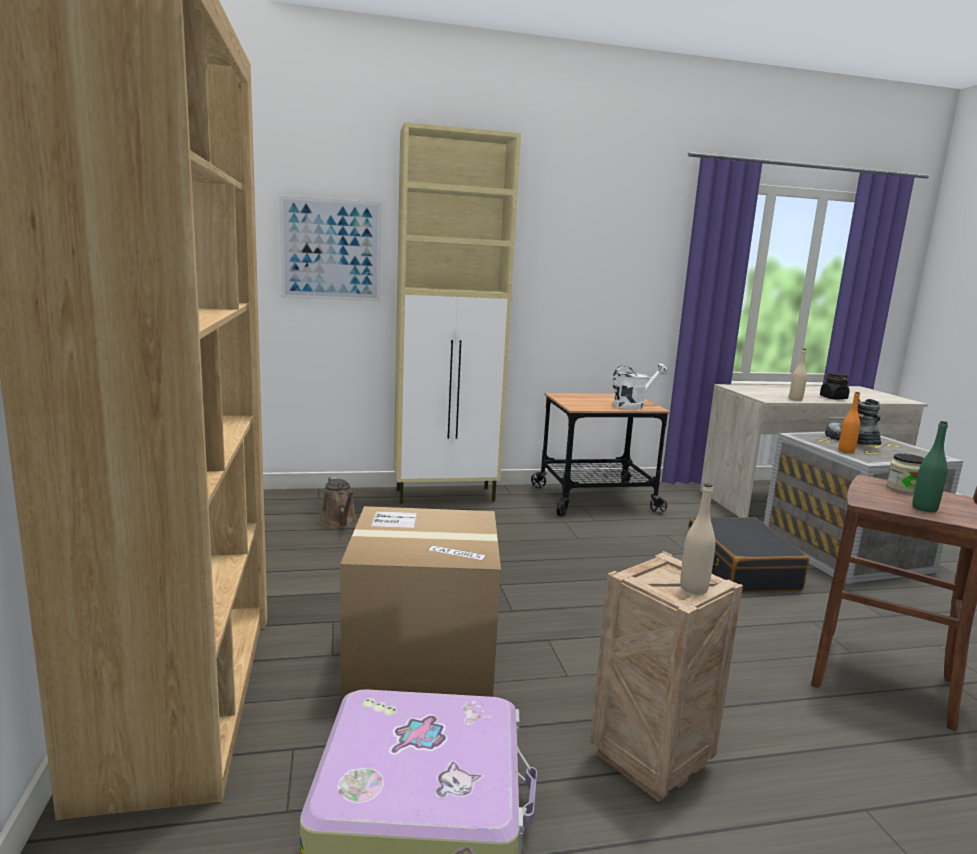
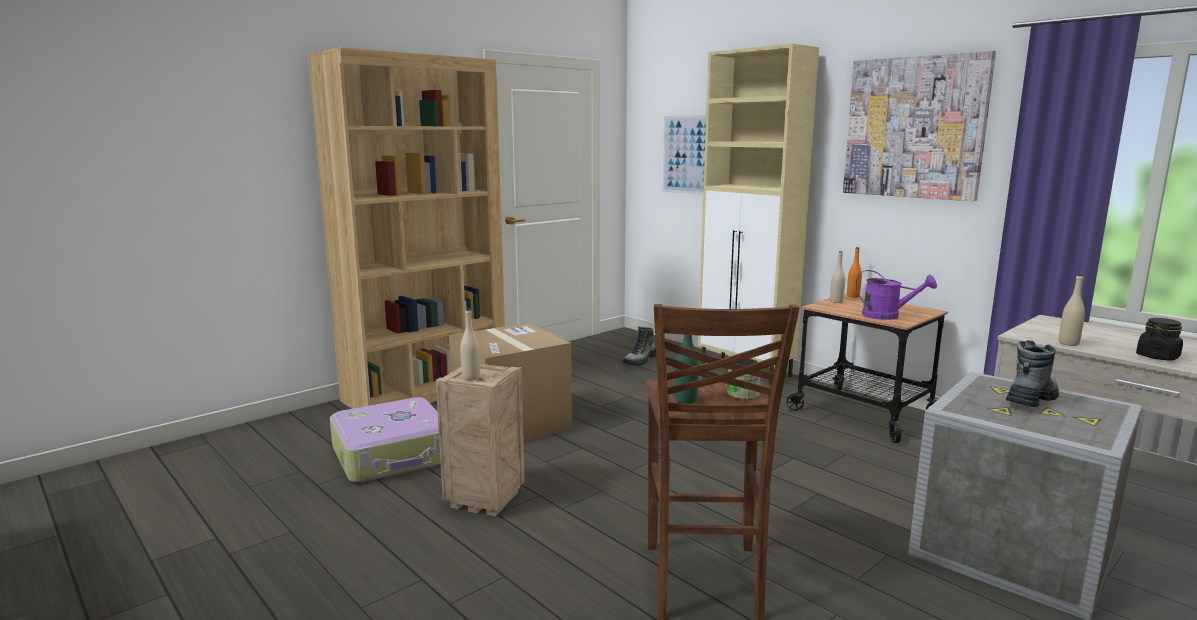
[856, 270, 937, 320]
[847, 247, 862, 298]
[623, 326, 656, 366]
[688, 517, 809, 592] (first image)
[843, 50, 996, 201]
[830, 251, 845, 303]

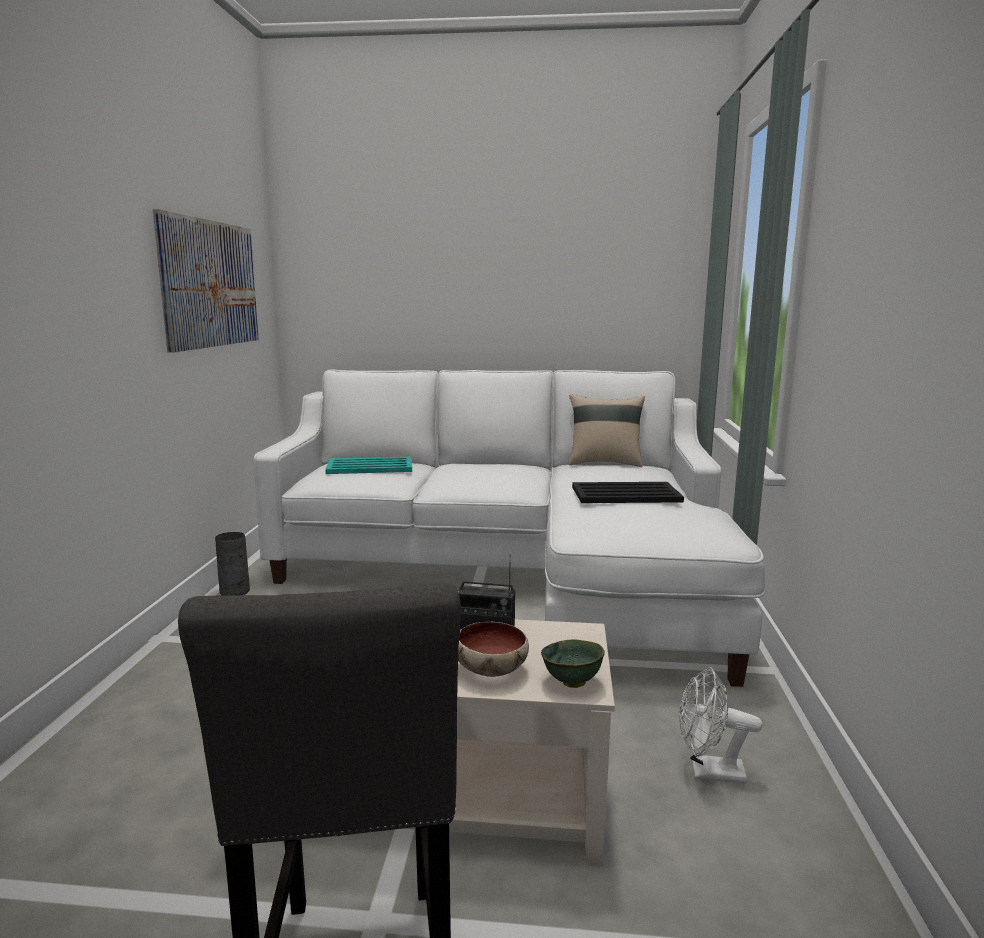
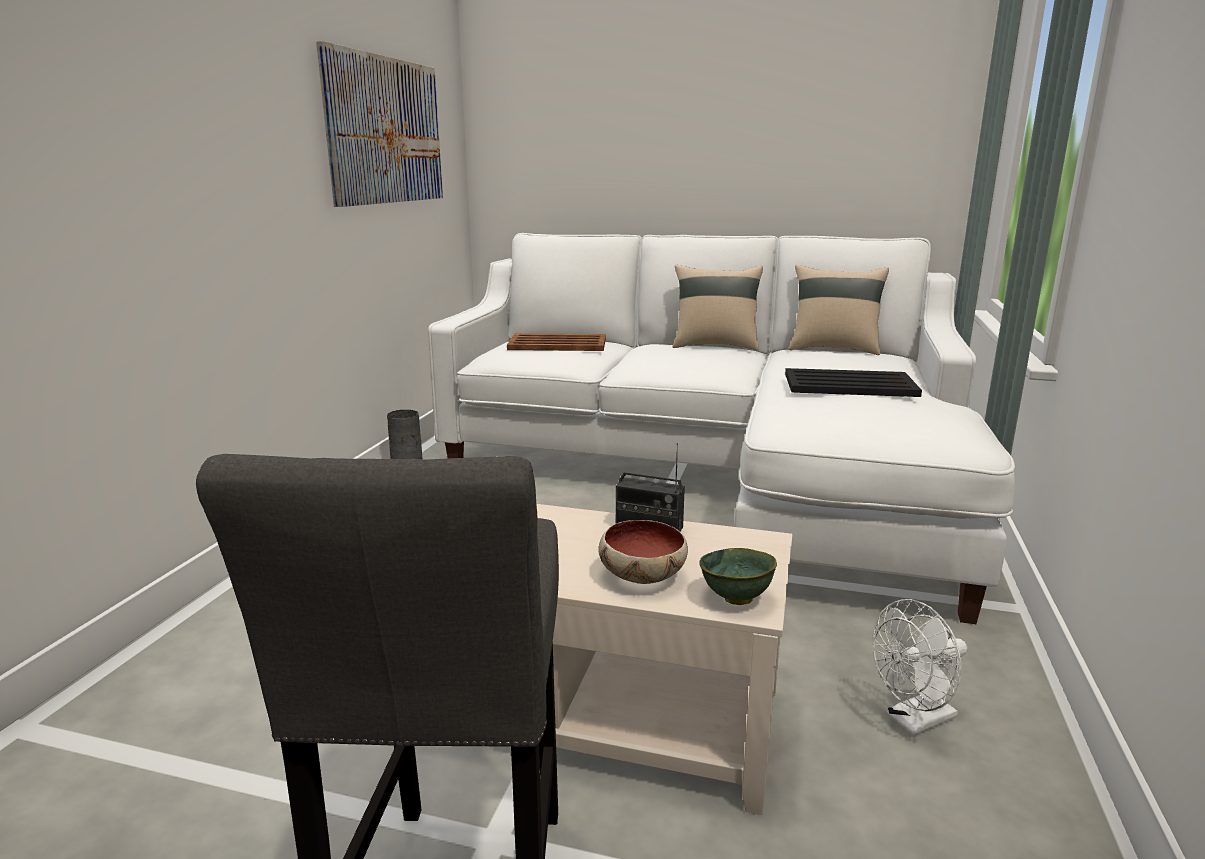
[507, 333, 606, 351]
[873, 599, 967, 736]
[673, 265, 763, 350]

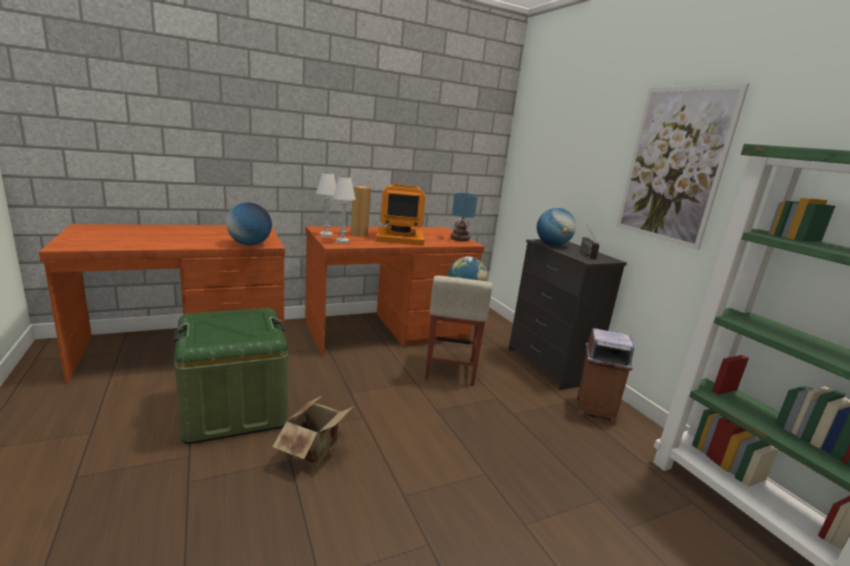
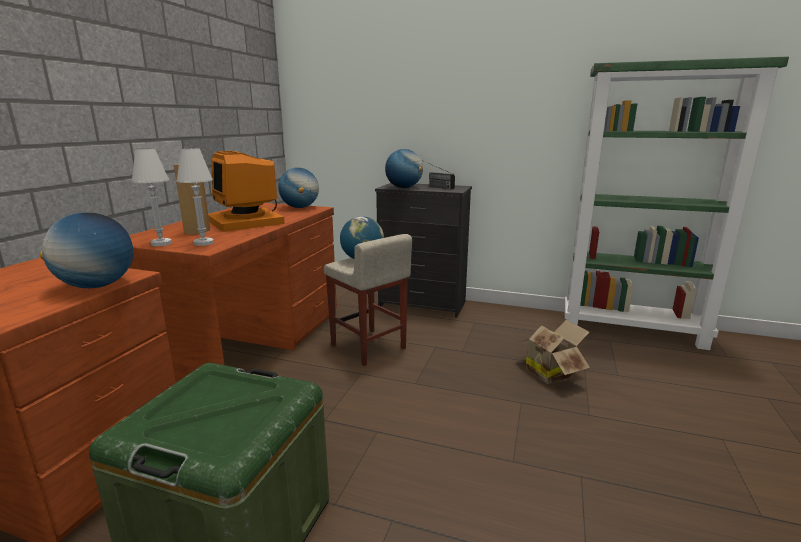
[616, 83, 749, 250] (first image)
[208, 151, 285, 232]
[278, 168, 319, 208]
[577, 328, 634, 424] (first image)
[517, 320, 590, 384]

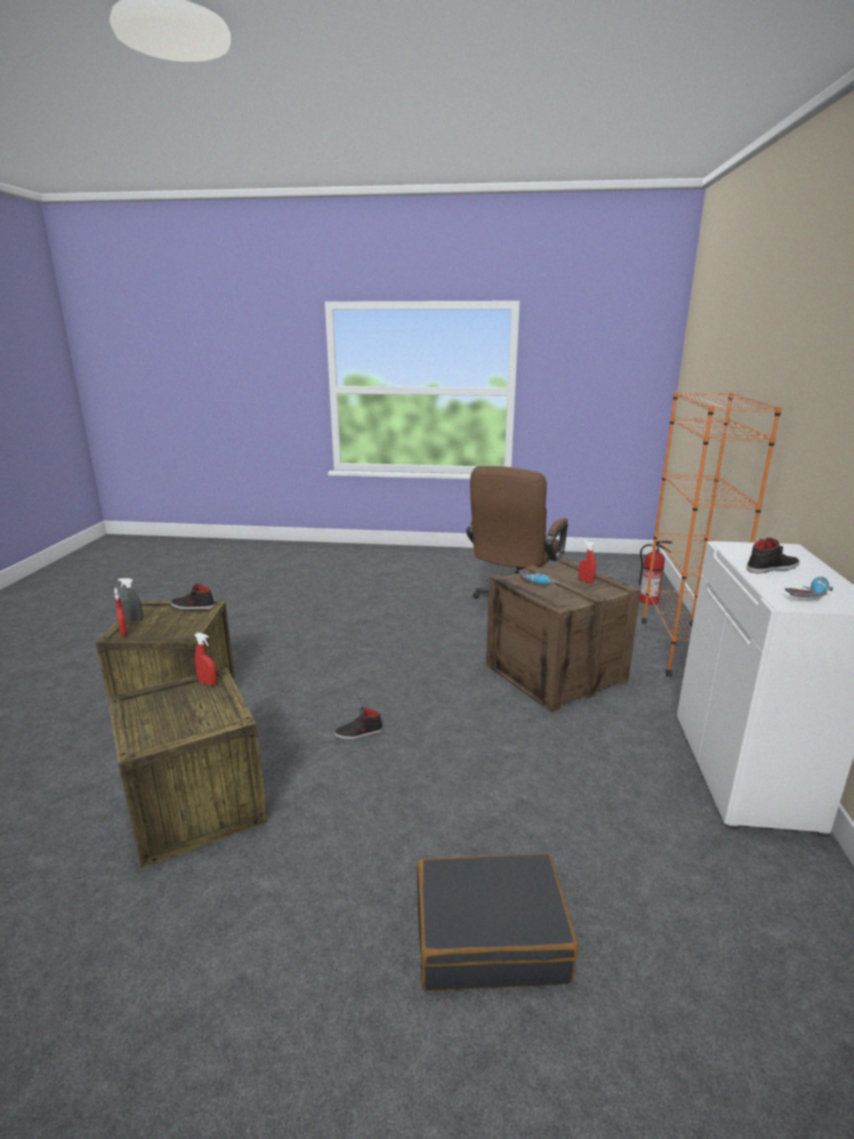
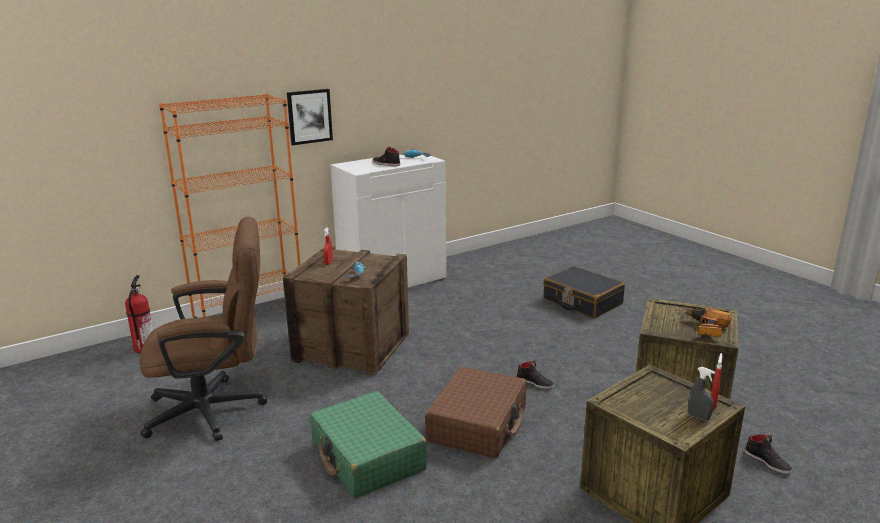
[745, 434, 792, 474]
[195, 633, 217, 686] (first image)
[287, 89, 333, 145]
[677, 308, 732, 337]
[425, 367, 527, 458]
[310, 391, 427, 498]

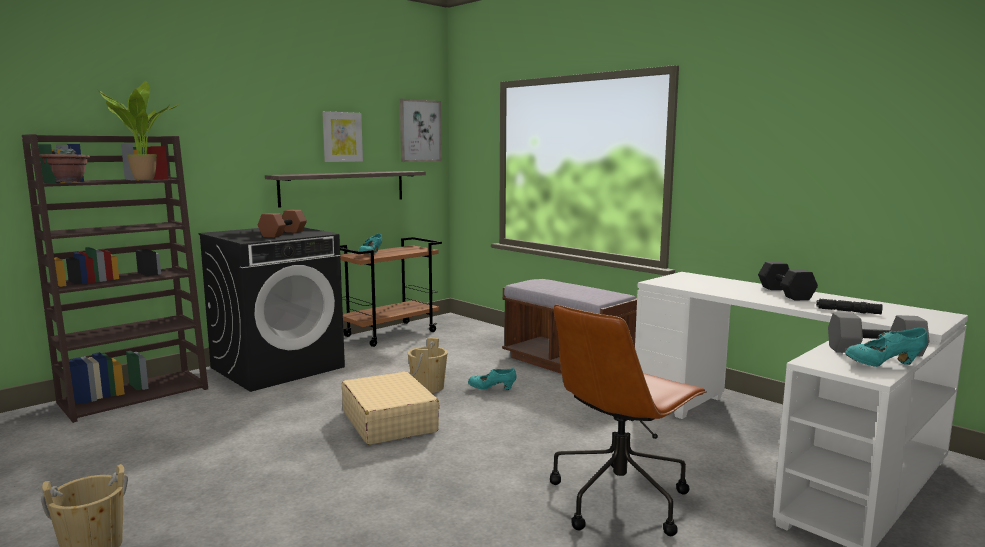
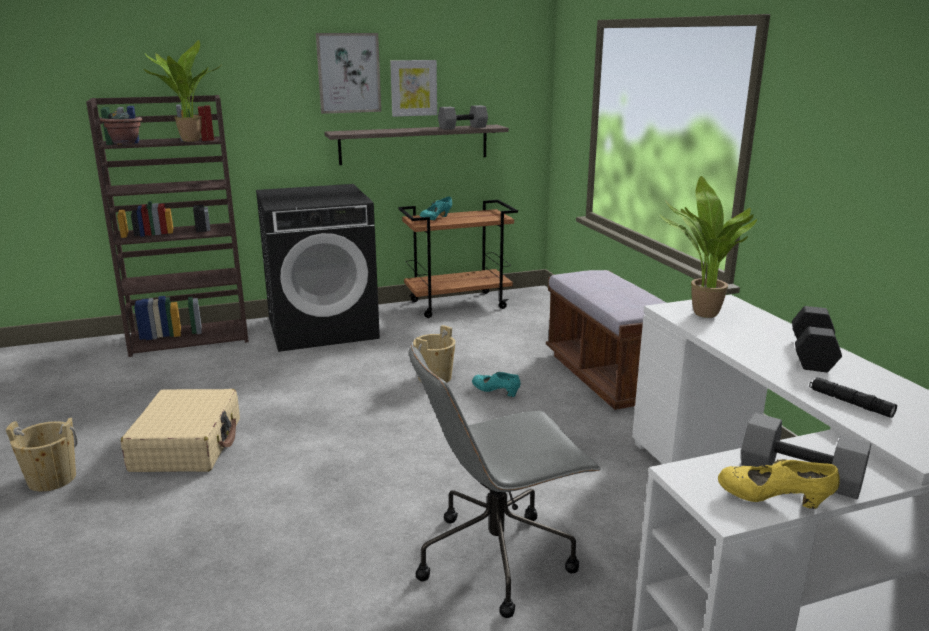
[316, 33, 381, 114]
[258, 210, 307, 237] (first image)
[409, 345, 601, 618]
[718, 459, 840, 509]
[121, 389, 240, 472]
[438, 105, 488, 130]
[660, 176, 757, 318]

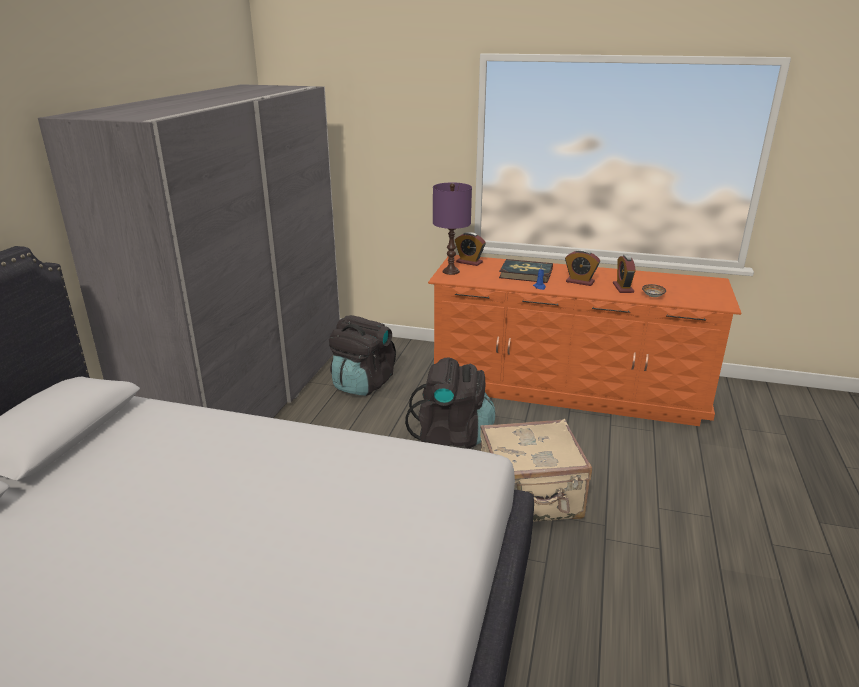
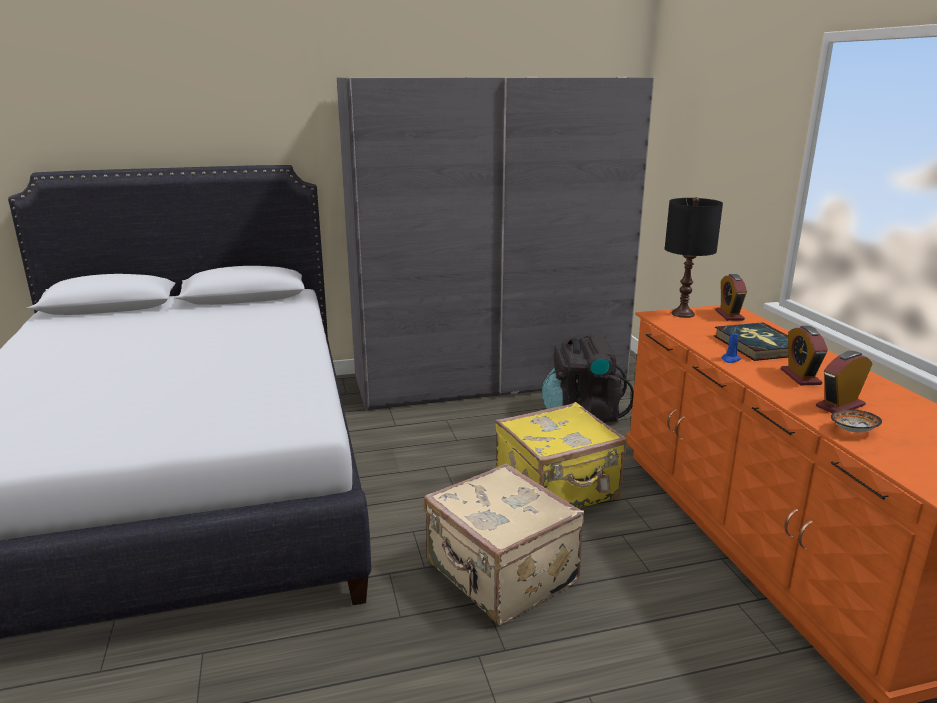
[665, 197, 723, 318]
[495, 402, 627, 508]

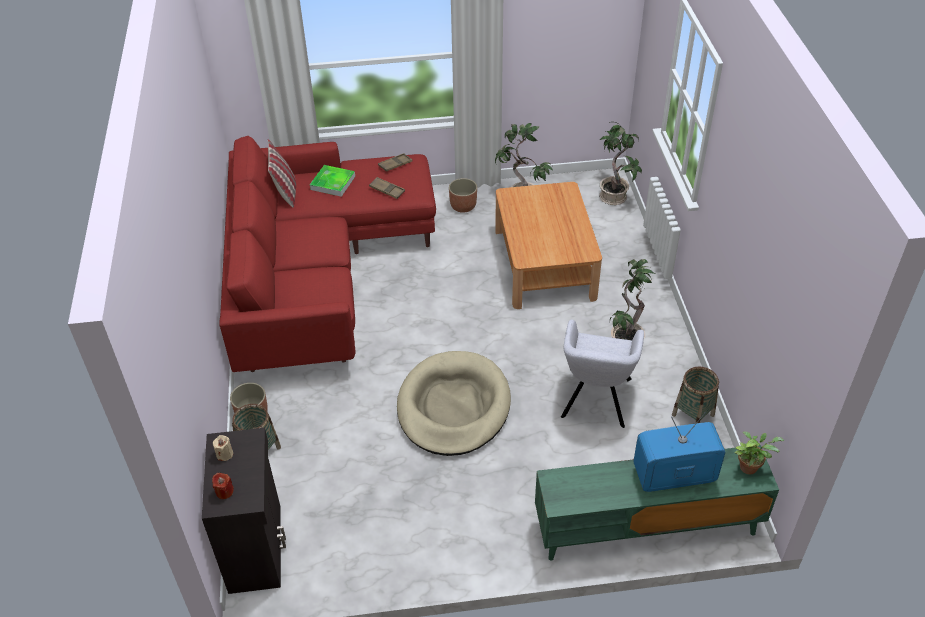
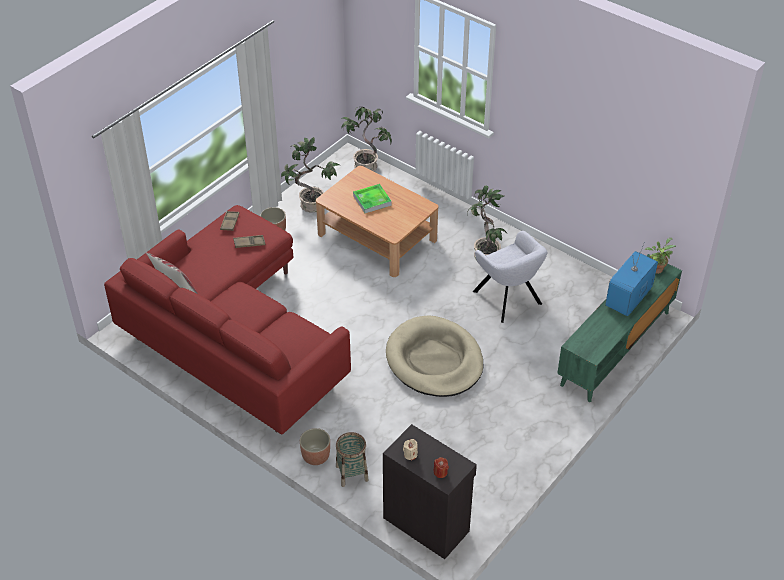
[353, 184, 392, 213]
[672, 366, 719, 424] (first image)

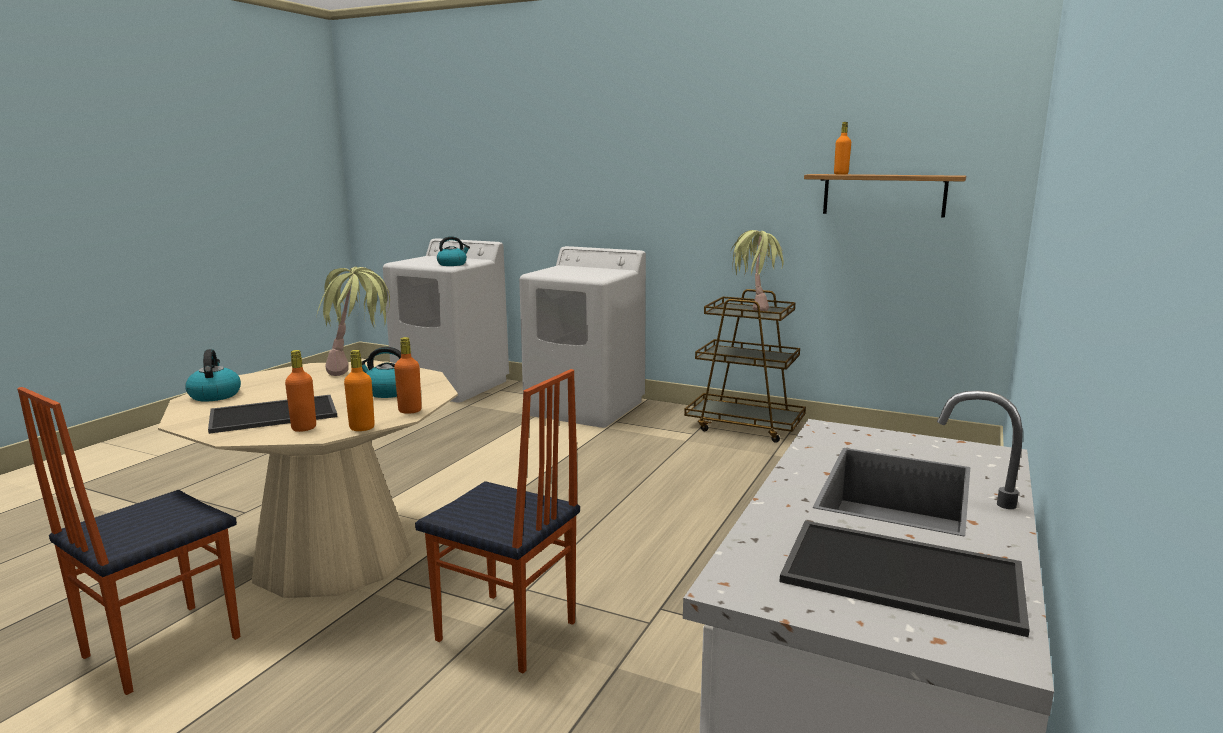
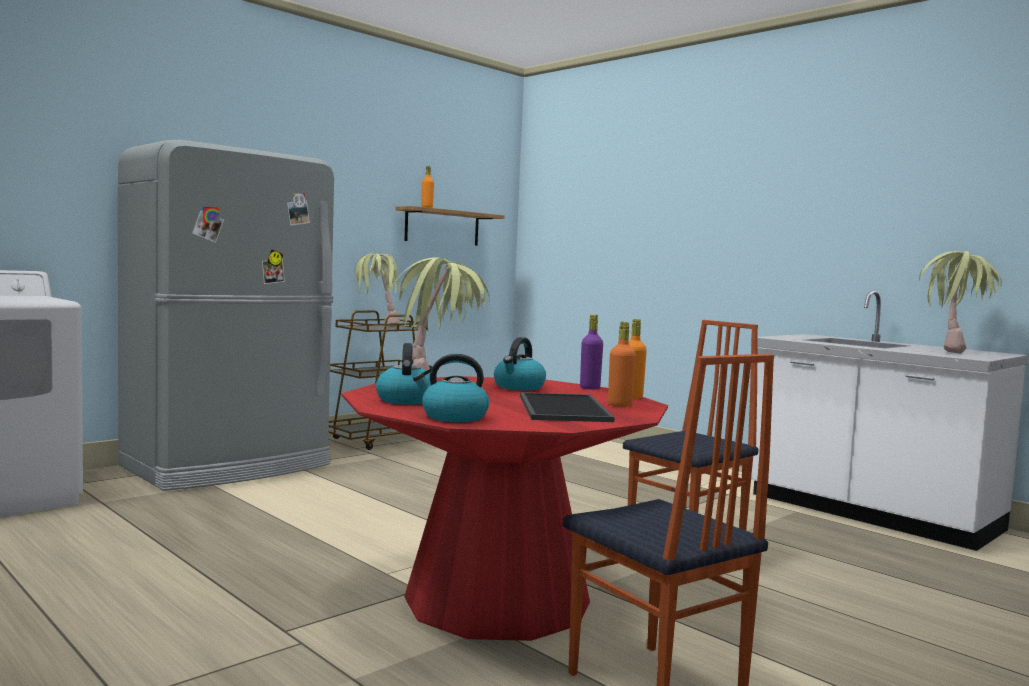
[376, 343, 431, 405]
[118, 140, 334, 491]
[580, 314, 603, 389]
[342, 376, 668, 641]
[919, 251, 1002, 354]

